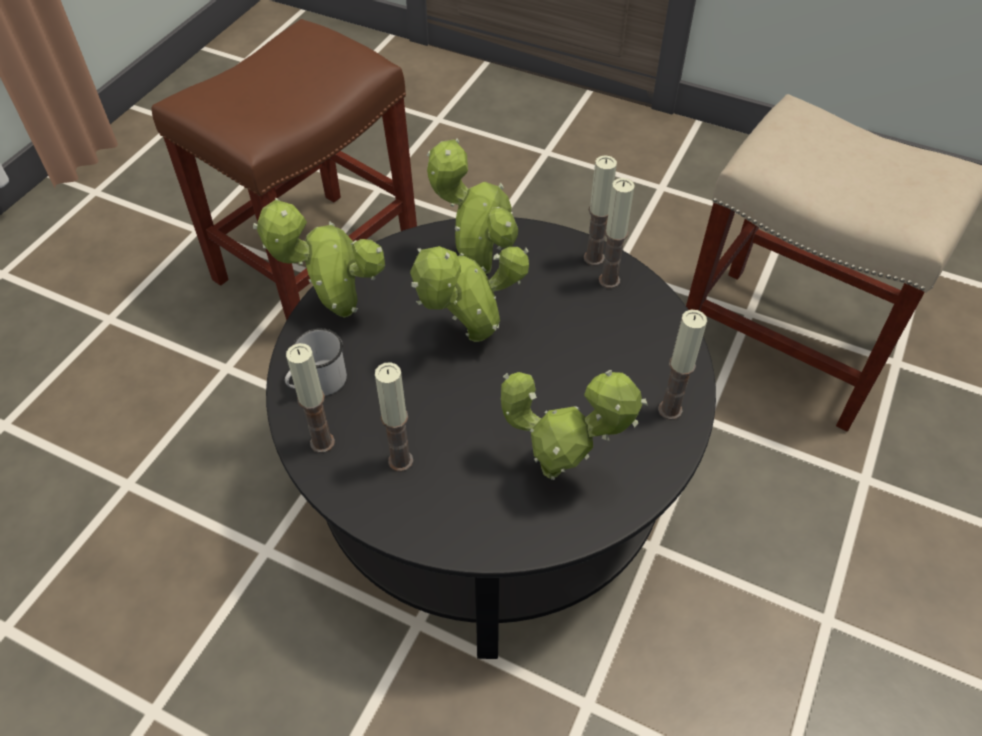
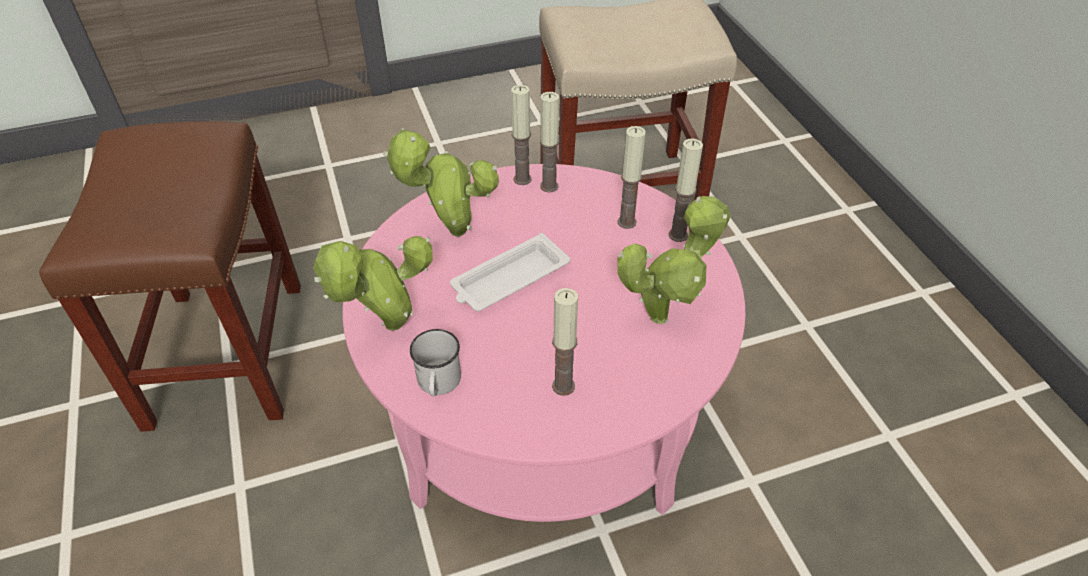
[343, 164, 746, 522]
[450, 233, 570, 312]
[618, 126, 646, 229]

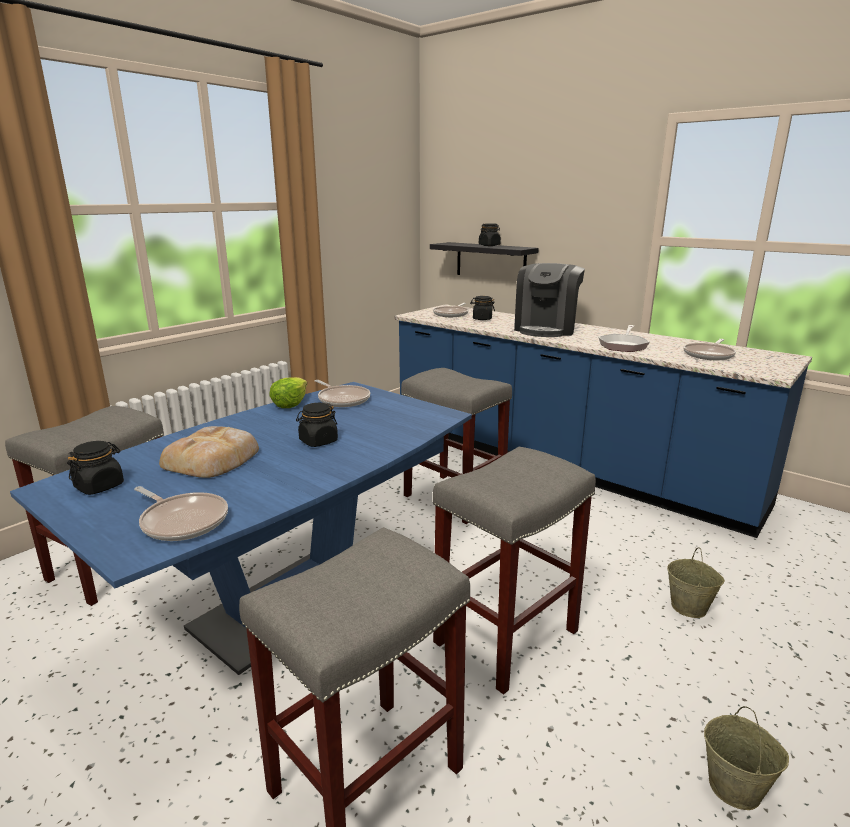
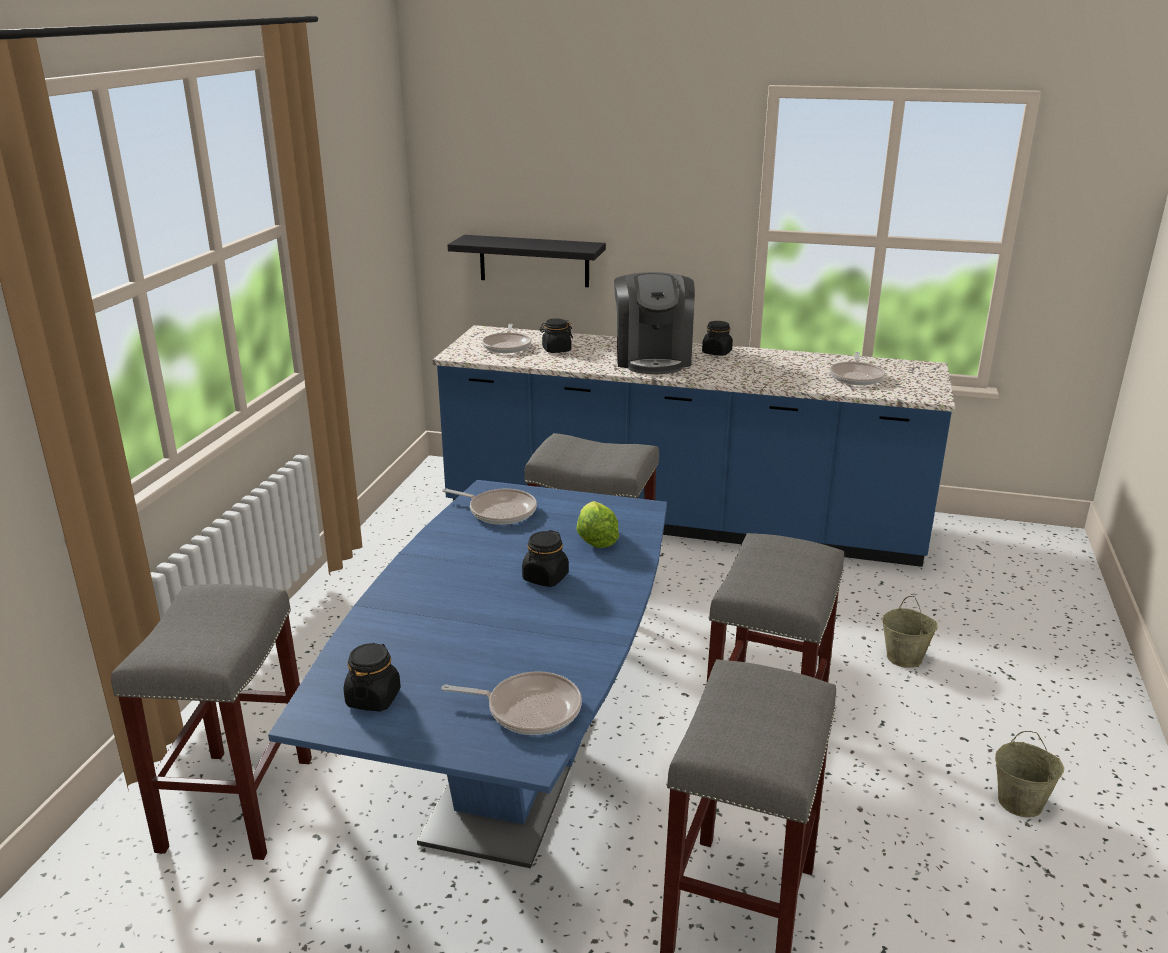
[702, 321, 733, 356]
[598, 325, 650, 352] (first image)
[577, 501, 619, 548]
[159, 426, 259, 478] (first image)

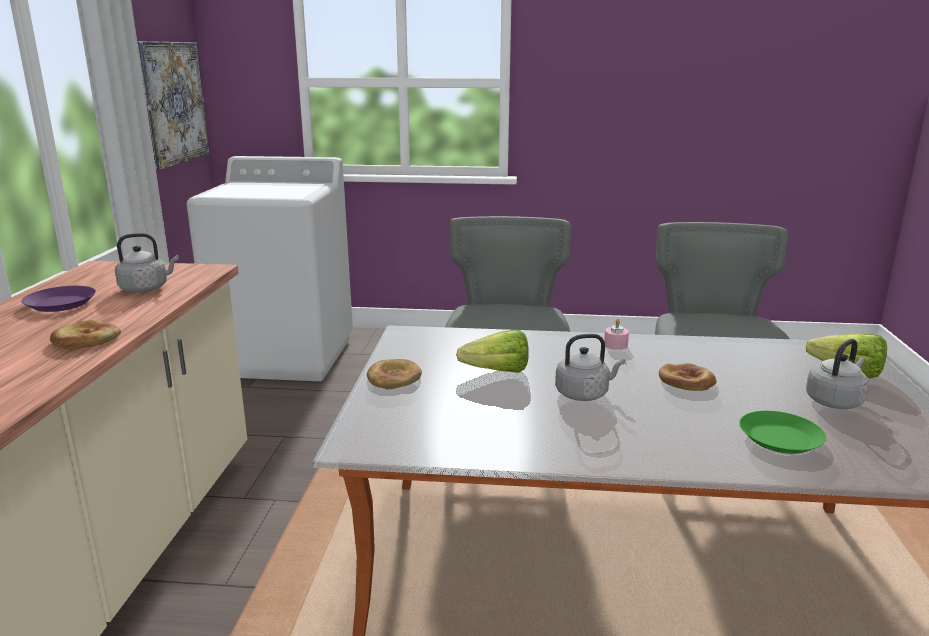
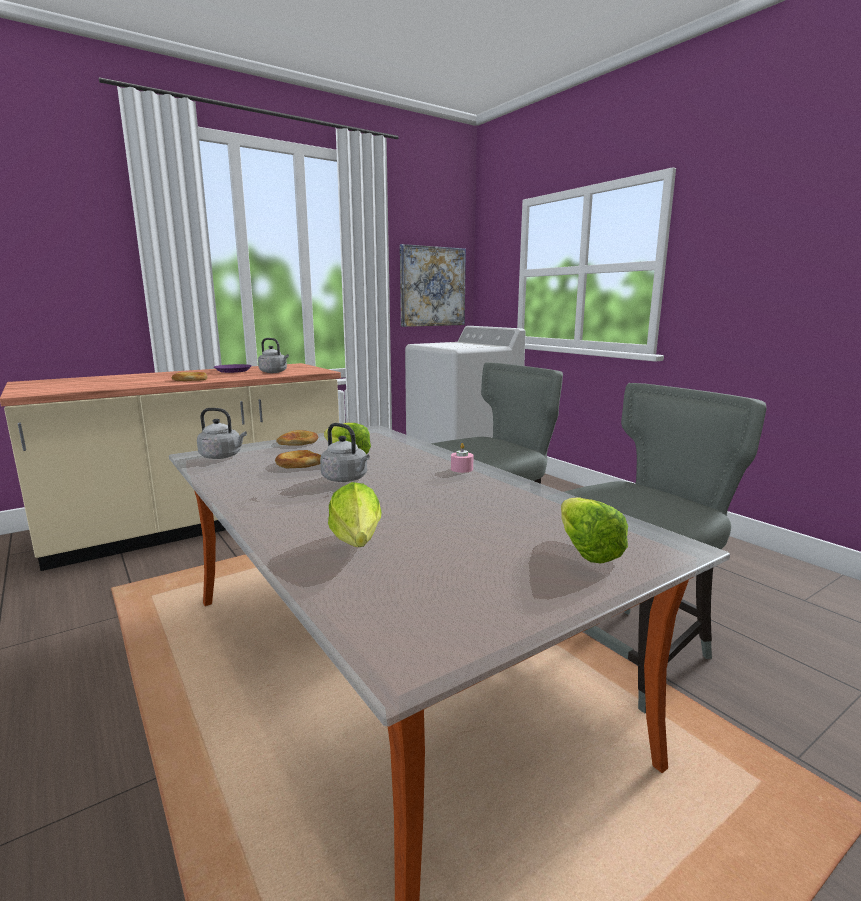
[197, 408, 247, 459]
[275, 450, 321, 468]
[328, 482, 381, 547]

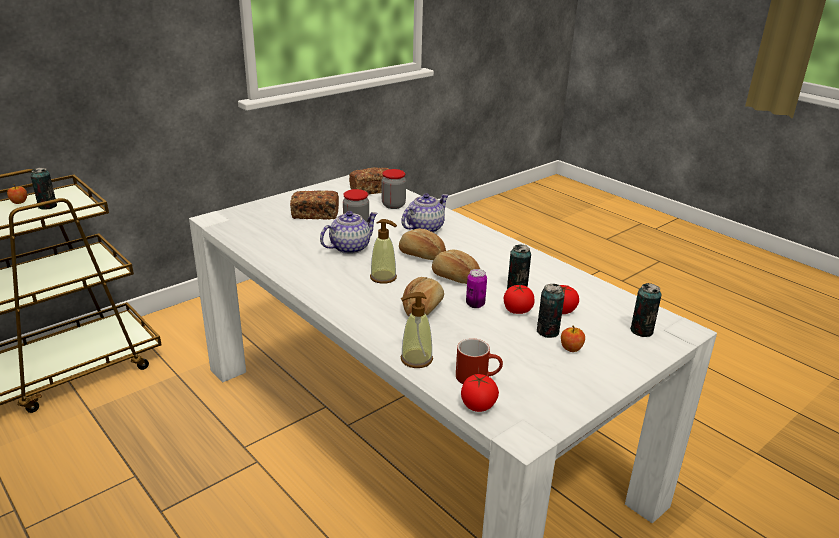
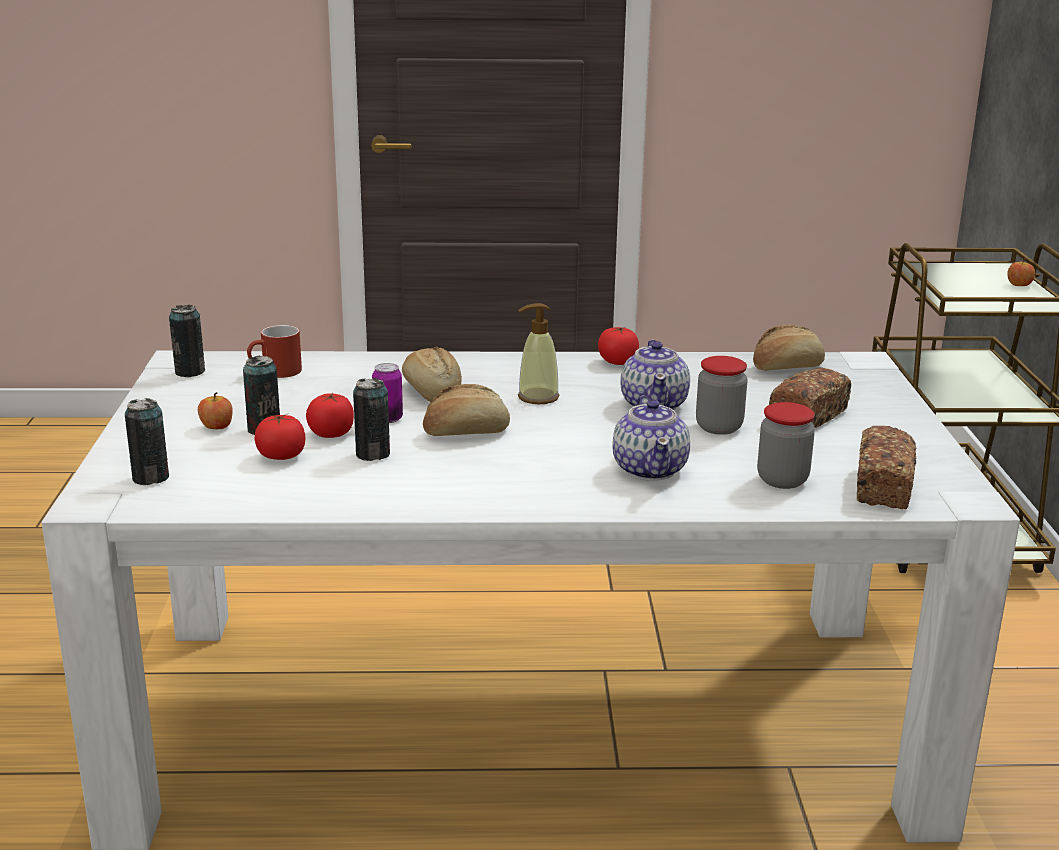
[169, 305, 205, 378]
[753, 325, 825, 371]
[401, 292, 433, 368] (first image)
[598, 327, 639, 365]

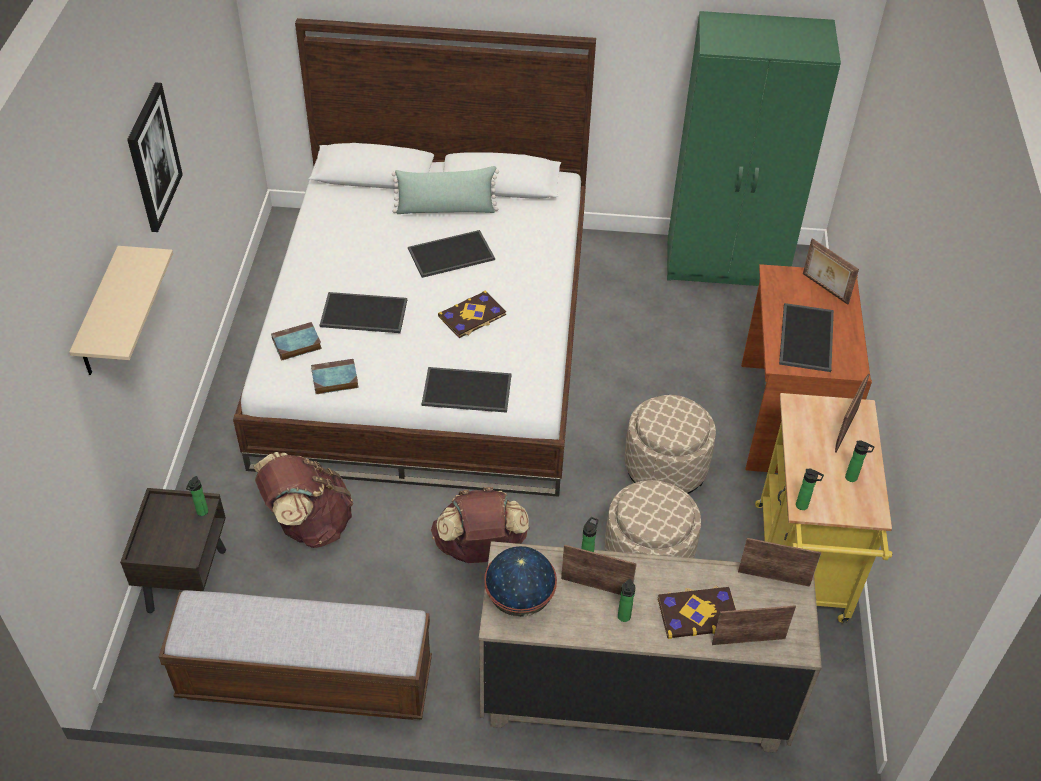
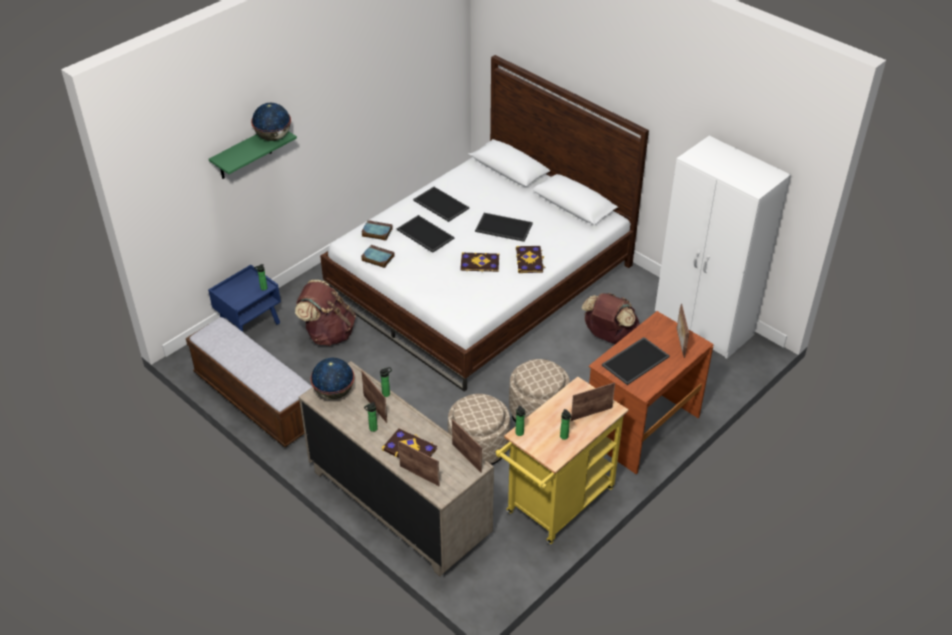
[655, 136, 791, 359]
[127, 82, 183, 232] (first image)
[392, 166, 499, 214] (first image)
[209, 131, 297, 179]
[413, 187, 469, 222]
[582, 293, 640, 344]
[208, 265, 281, 332]
[251, 103, 291, 141]
[516, 246, 546, 273]

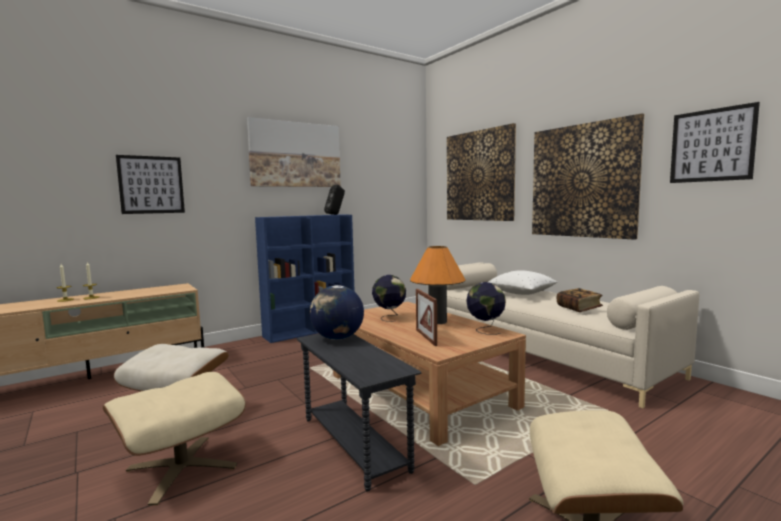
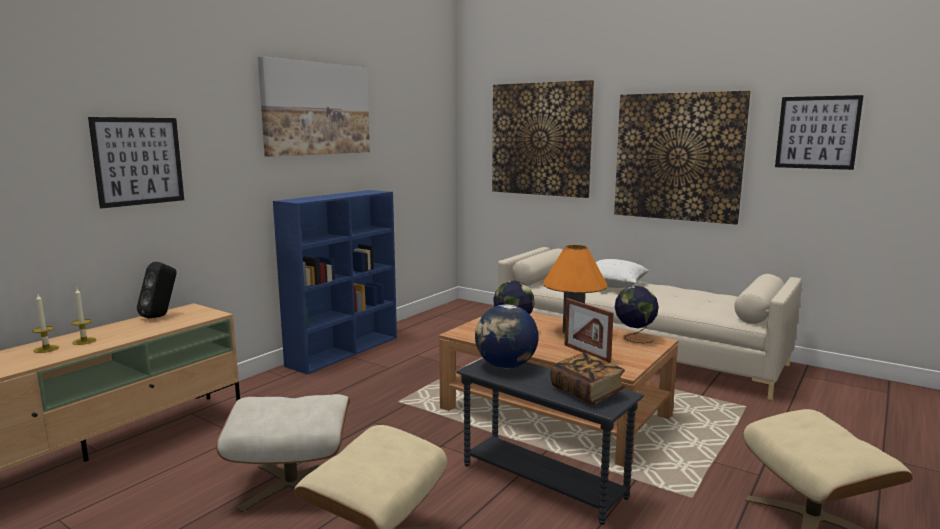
[137, 262, 177, 319]
[550, 353, 625, 405]

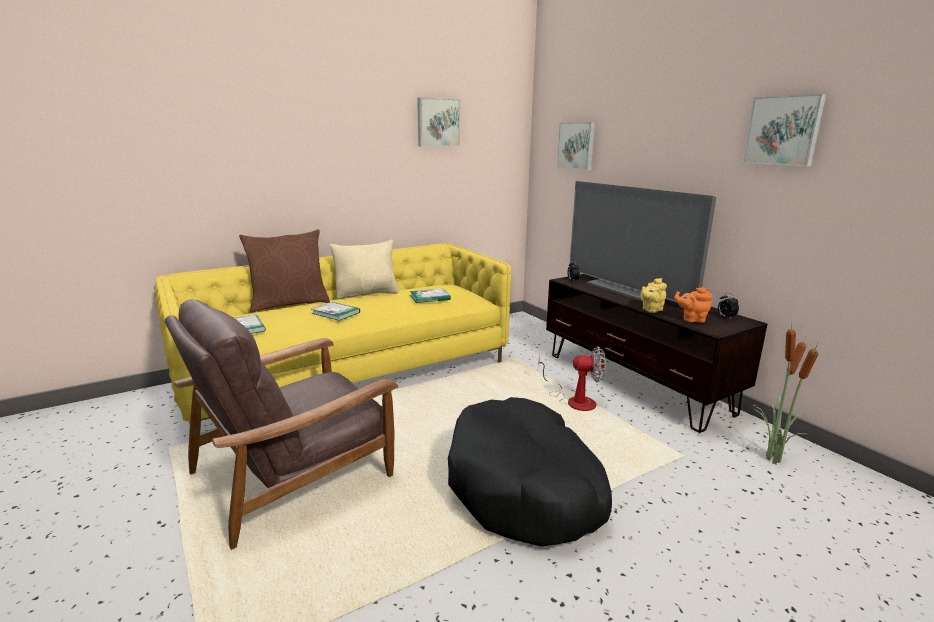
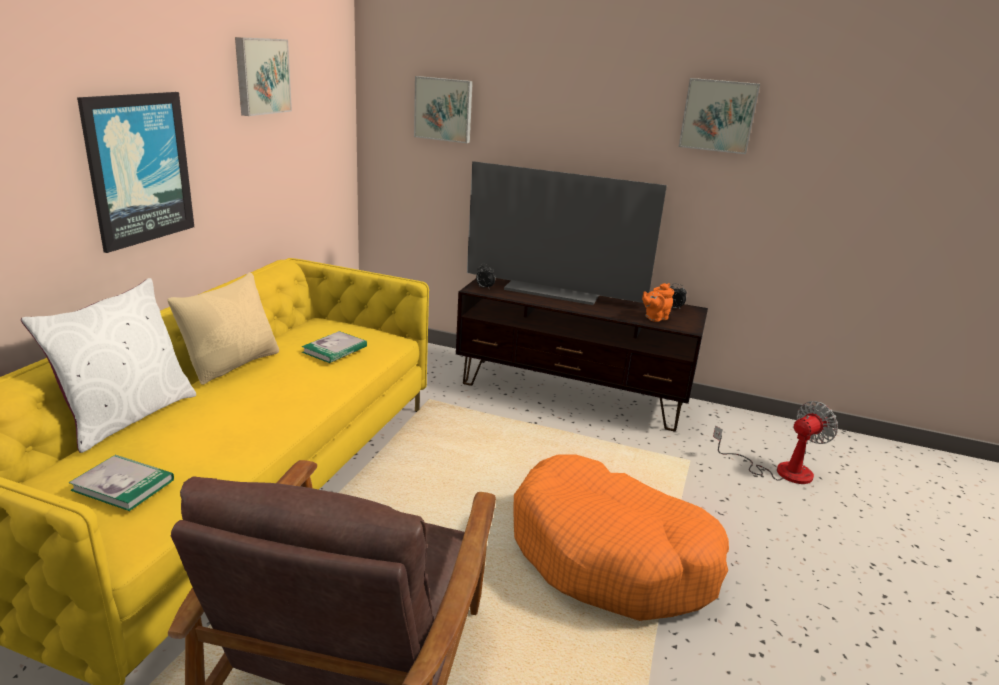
[21, 278, 196, 453]
[641, 278, 667, 313] (first image)
[311, 302, 360, 321] (first image)
[754, 323, 819, 464] (first image)
[713, 401, 838, 484]
[513, 455, 729, 621]
[77, 92, 194, 253]

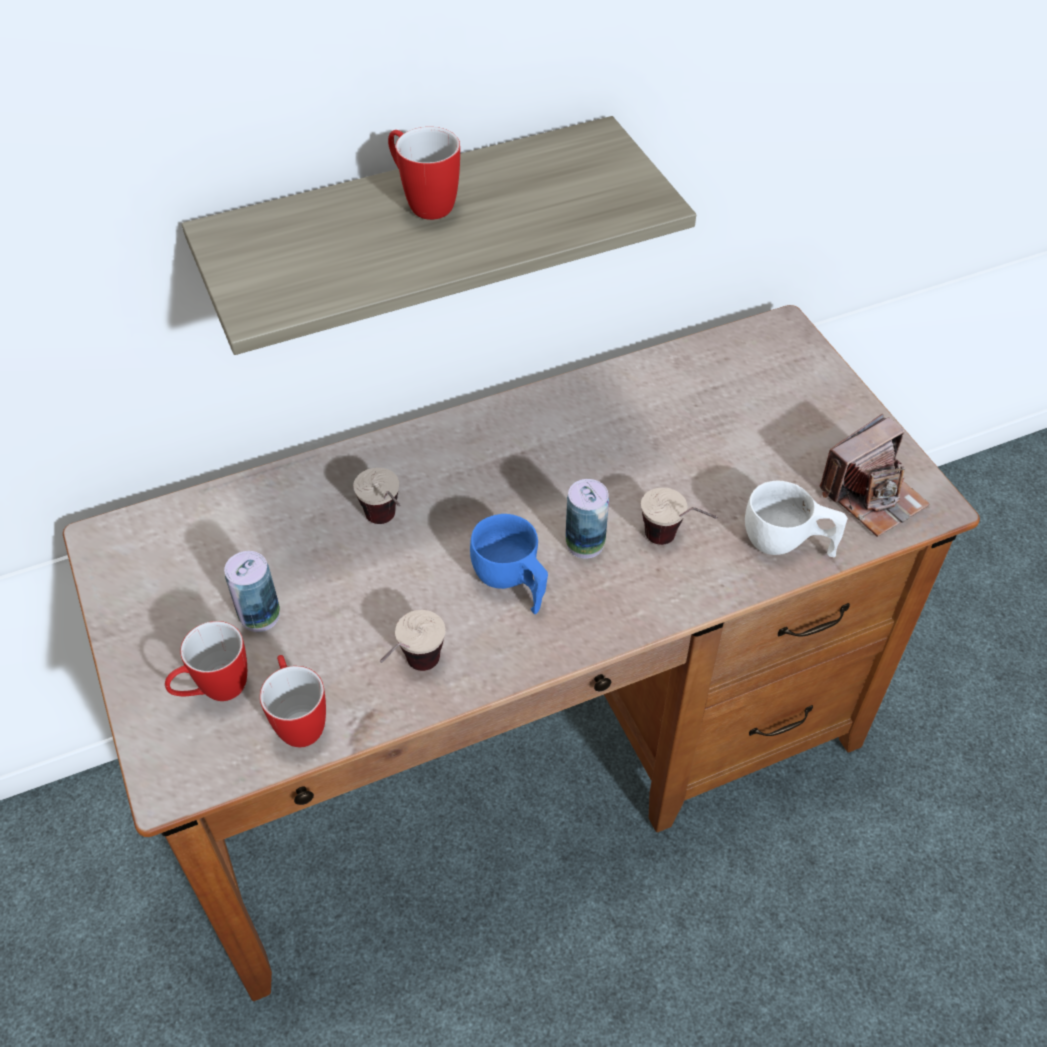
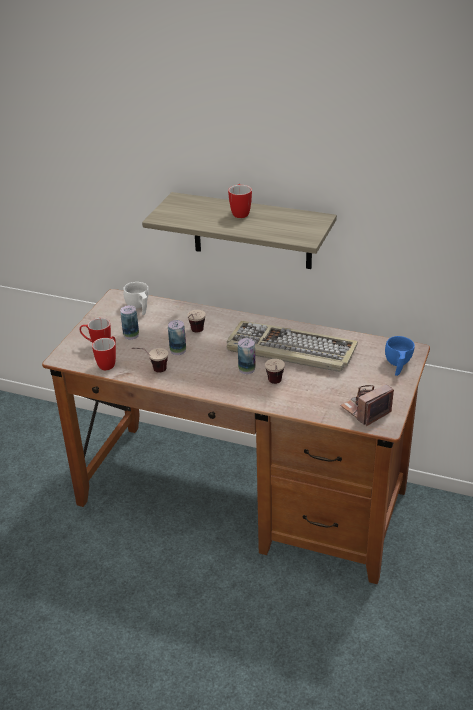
[340, 384, 394, 426]
[123, 282, 149, 315]
[385, 336, 415, 376]
[168, 320, 186, 355]
[226, 321, 358, 372]

